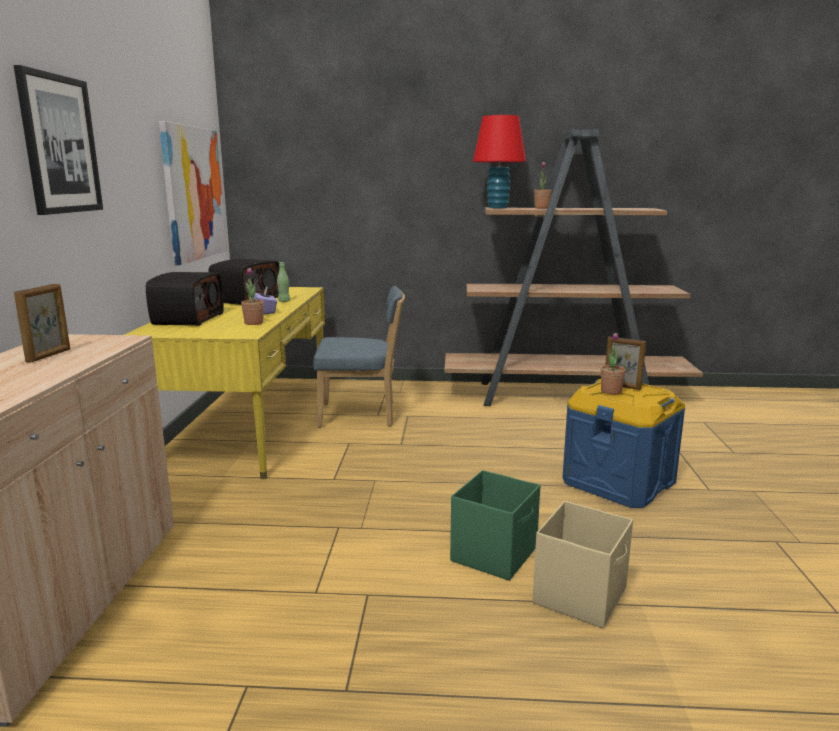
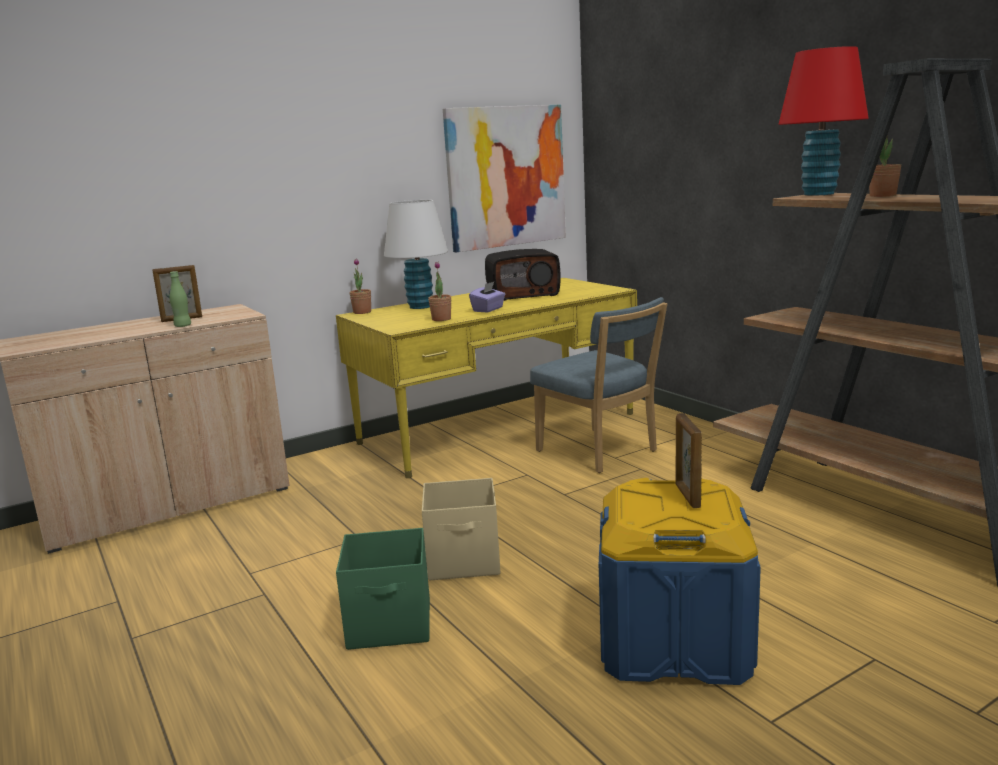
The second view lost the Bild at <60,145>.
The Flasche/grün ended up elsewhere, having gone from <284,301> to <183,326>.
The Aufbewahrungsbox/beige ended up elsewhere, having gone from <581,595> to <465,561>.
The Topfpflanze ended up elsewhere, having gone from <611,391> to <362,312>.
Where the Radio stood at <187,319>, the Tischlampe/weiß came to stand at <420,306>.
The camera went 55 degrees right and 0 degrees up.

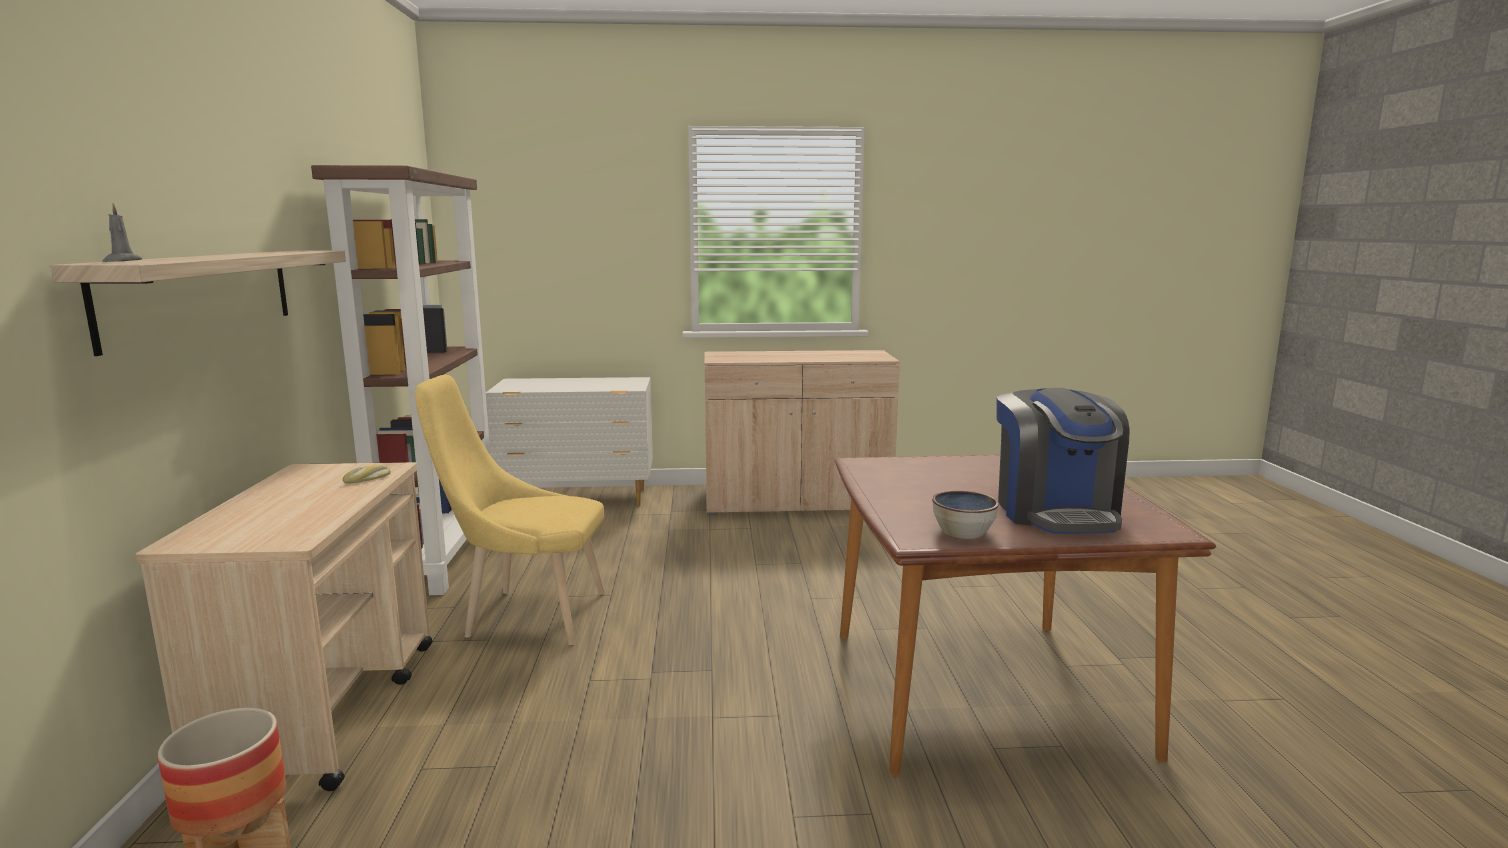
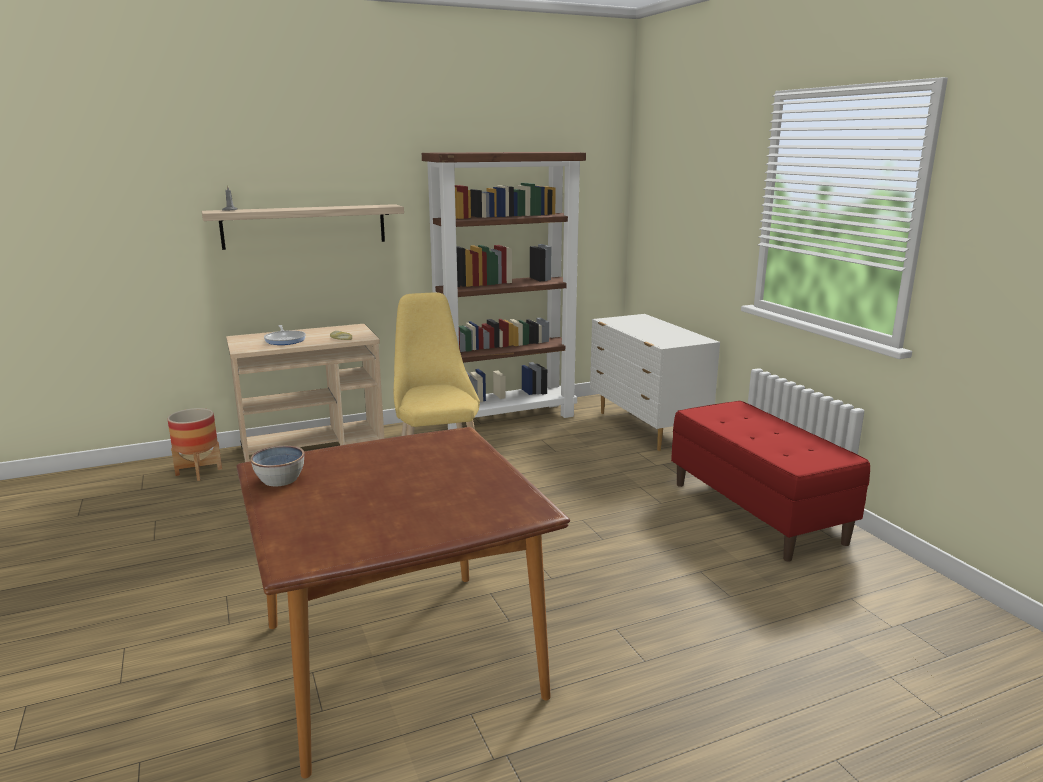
The second view lost the Kaffeemaschine at <1055,512>.
The second view gained the Pfanne at <285,340>.
Where the Schrank/beige stood at <796,502>, the Bank/rot came to stand at <757,512>.
The camera went 70 degrees right and 5 degrees up.

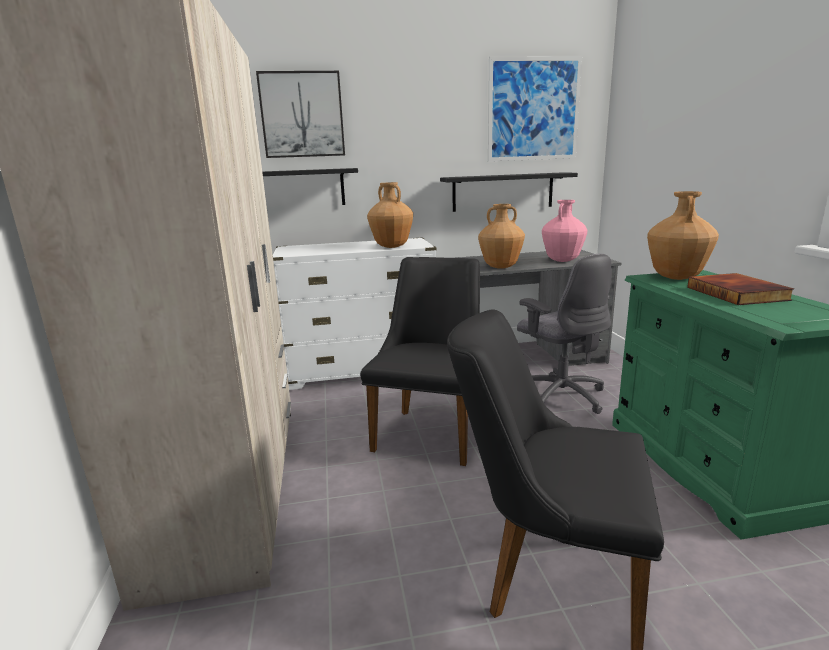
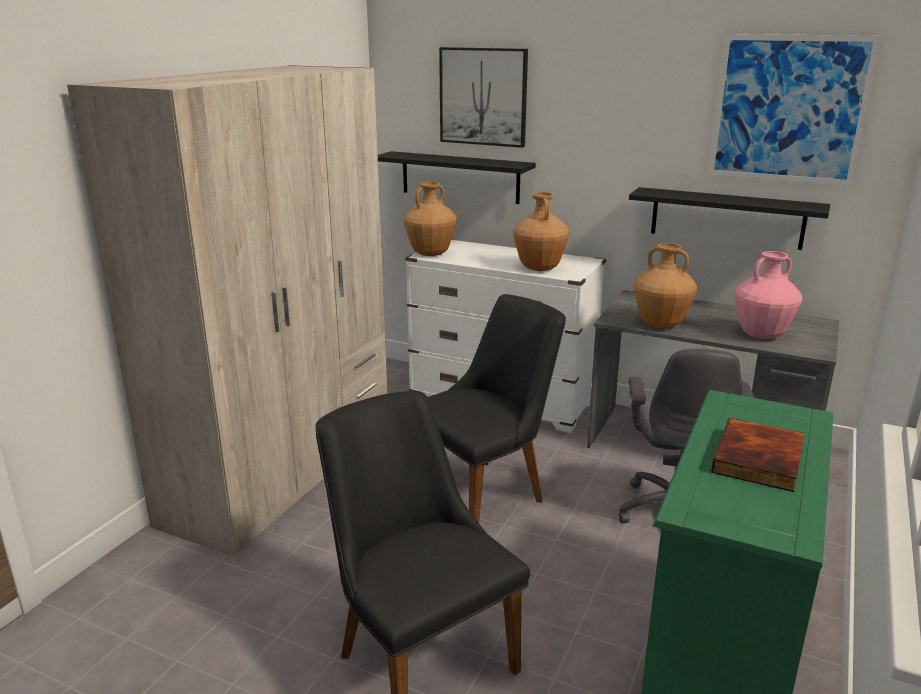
The Vase/braun ended up elsewhere, having gone from <676,277> to <431,254>.
The camera went 35 degrees right and 5 degrees up.

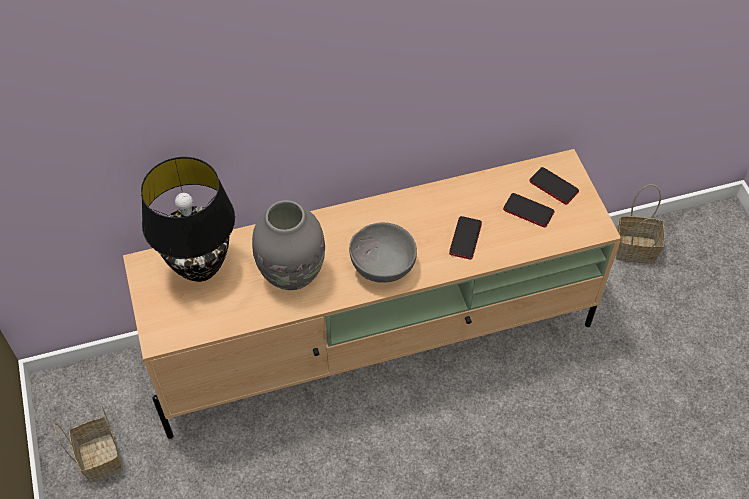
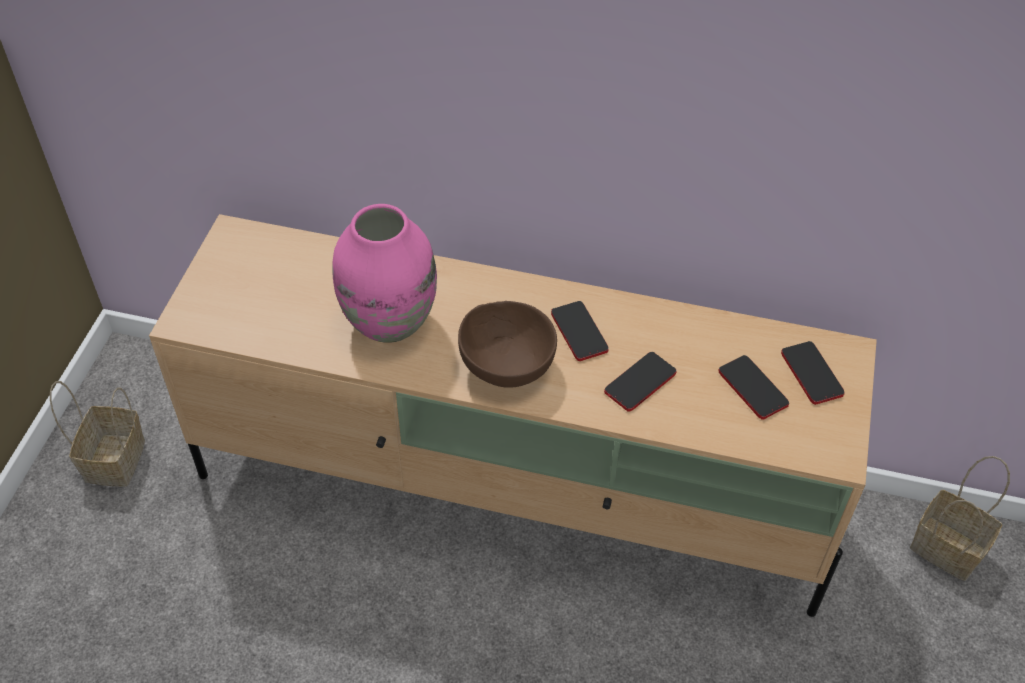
The second view lost the Tischlampe/schwarz at <201,266>.
The second view gained the Handy at <579,332>.
What was the Vase/grau at <292,274> turned into the Vase/rosa at <389,323>.
What was the Schüssel/grau at <381,265> turned into the Schüssel/braun at <506,363>.
The camera went 30 degrees right and 5 degrees down.

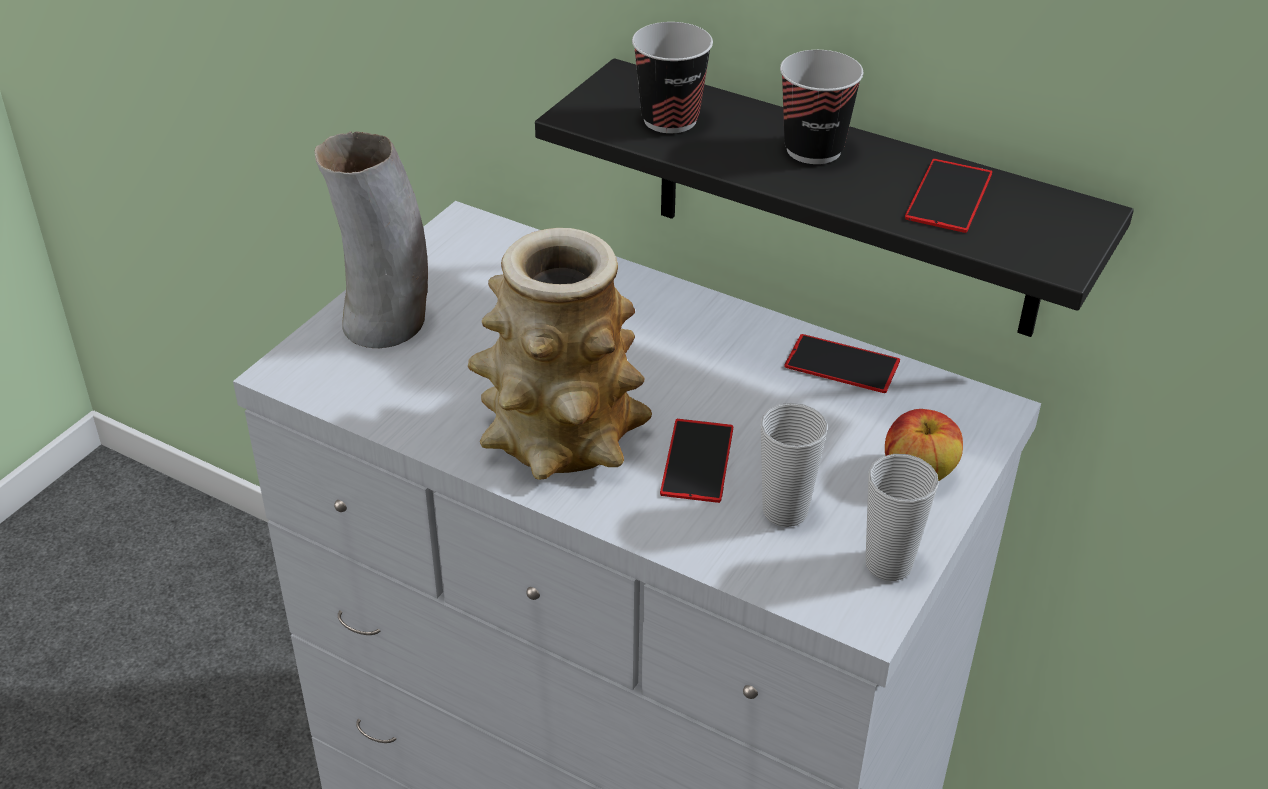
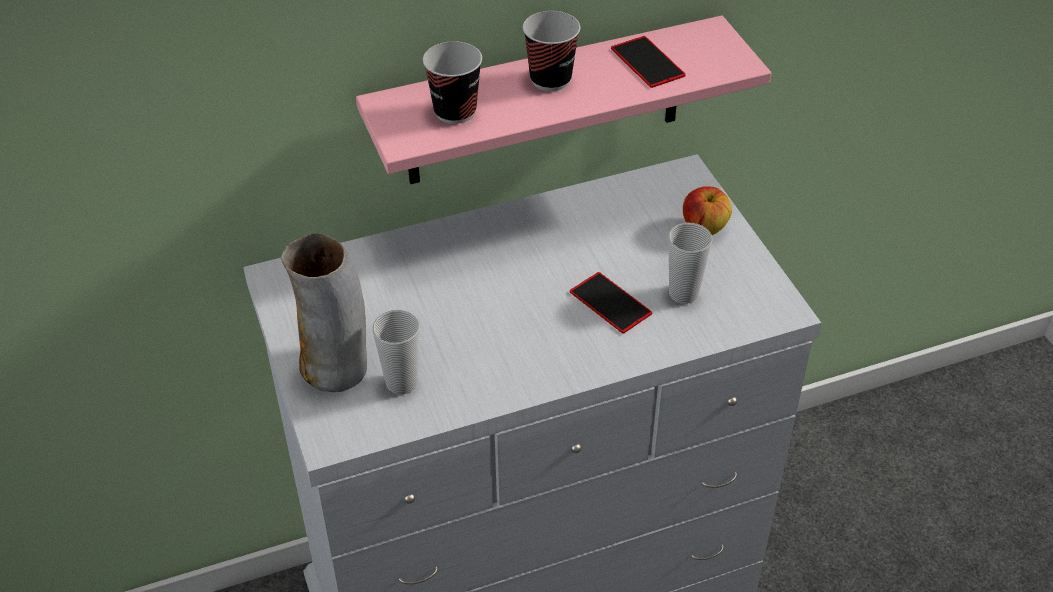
The second view lost the Vase at <560,437>.
The second view lost the Handy at <842,364>.
The Tasse ended up elsewhere, having gone from <888,564> to <401,382>.
What was the Wandregal/schwarz at <847,201> turned into the Wandregal/rosa at <545,103>.
The camera went 50 degrees left and 5 degrees up.

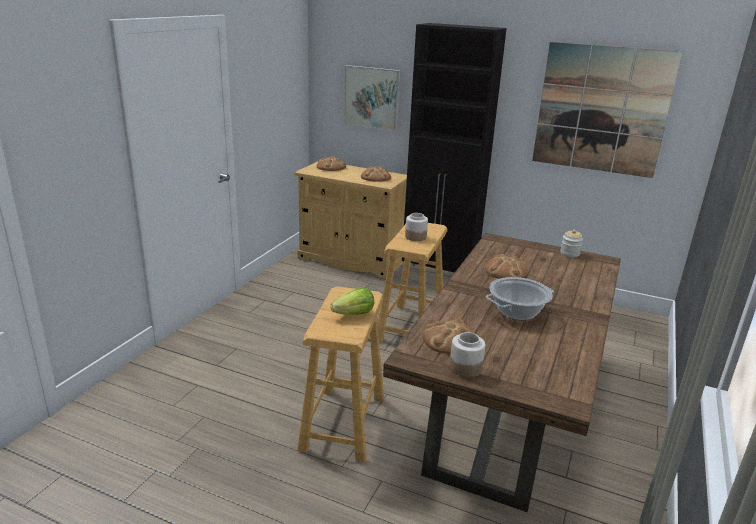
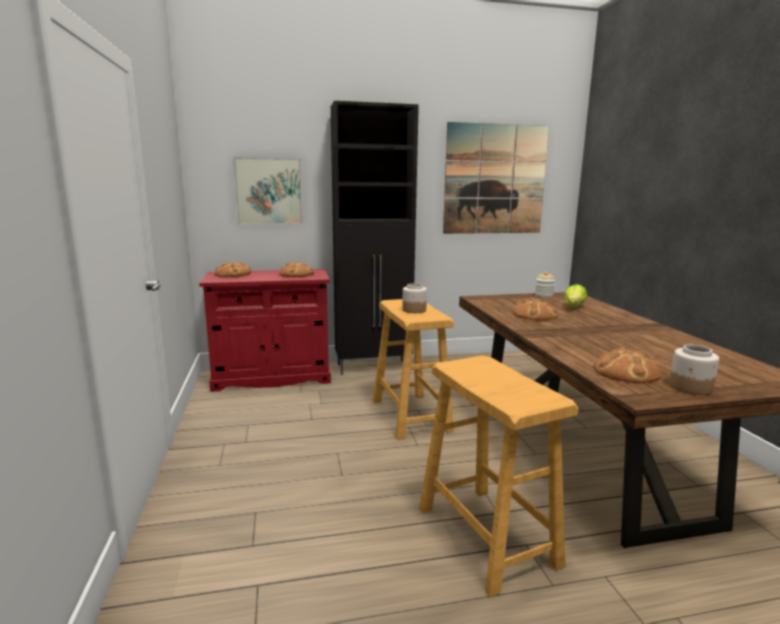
The second view lost the Kochtopf at <517,312>.
The Salatkopf ended up elsewhere, having gone from <354,314> to <574,307>.
What was the Schrank/beige at <351,260> turned into the Schrank/rot at <272,377>.
The camera went 35 degrees left and 10 degrees down.

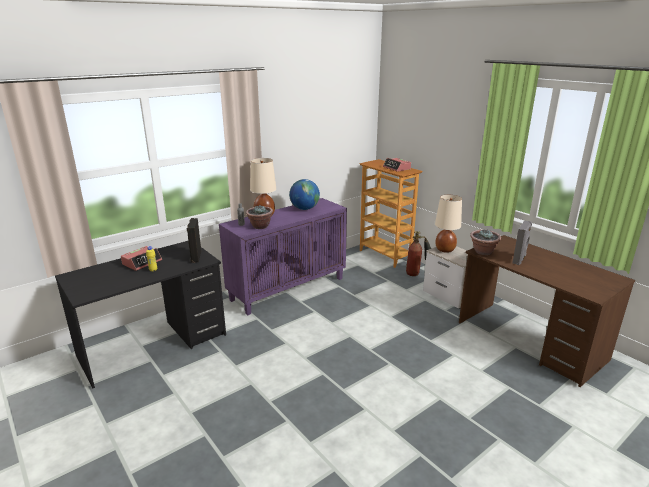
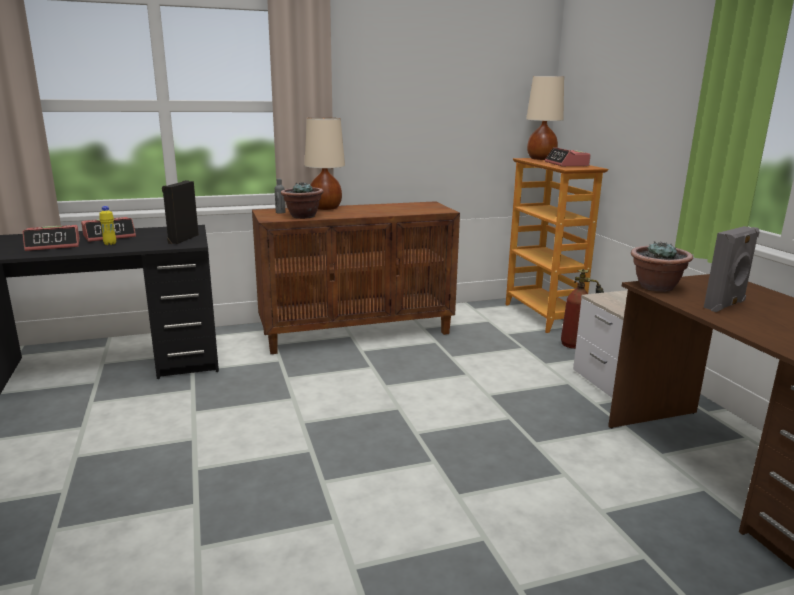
The second view lost the Globus at <304,209>.
The second view gained the Wecker at <53,245>.
The Tischlampe/beige ended up elsewhere, having gone from <444,250> to <541,159>.
What was the Schrank/lila at <288,288> turned into the Schrank/braun at <357,333>.
The camera went 20 degrees right and 5 degrees down.

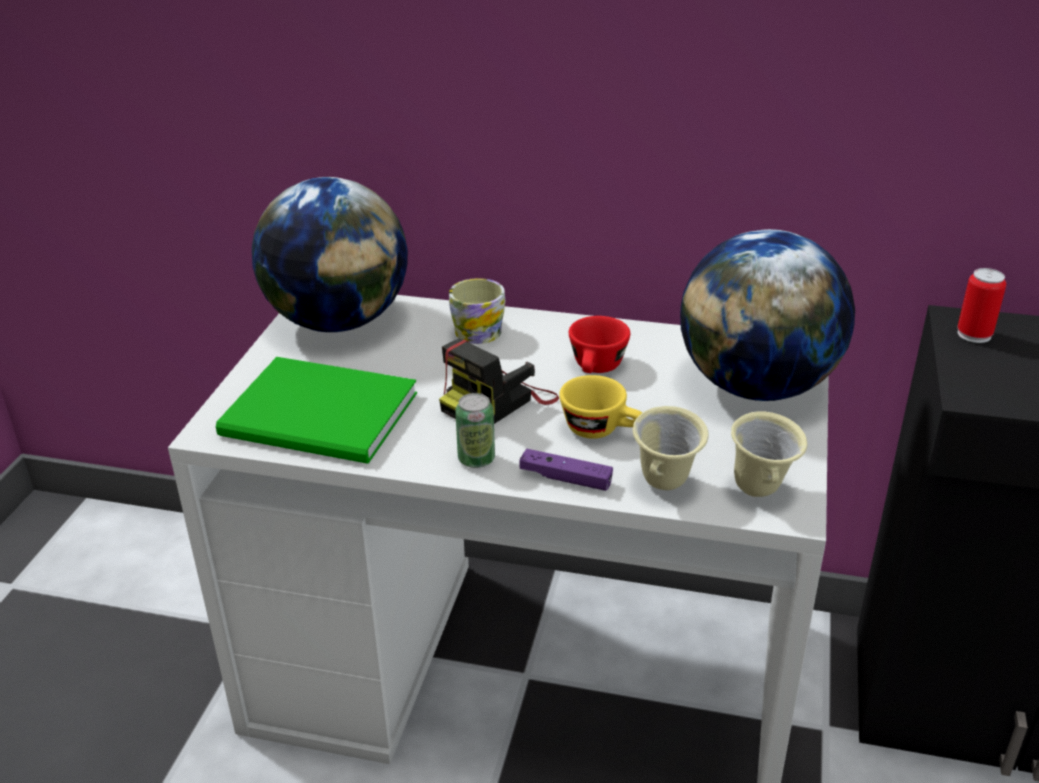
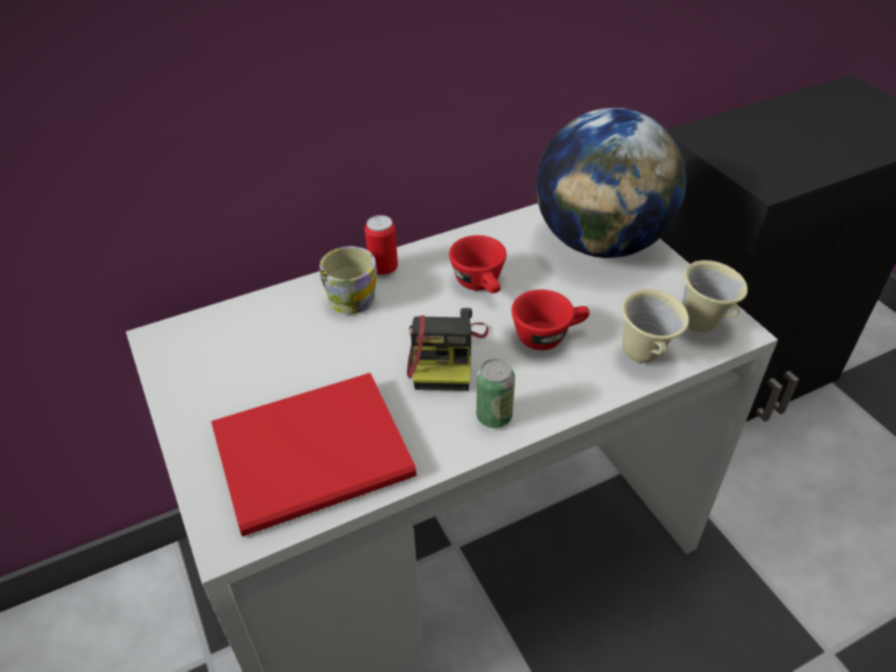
The second view lost the Globus at <338,321>.
The second view lost the Gamepad/lila at <565,478>.
The Dose ended up elsewhere, having gone from <974,334> to <383,269>.
What was the Buch/grün at <323,418> turned into the Buch/rot at <319,456>.
What was the Tasse/gelb at <601,430> turned into the Tasse/rot at <548,335>.
The camera went 40 degrees left and 10 degrees up.

